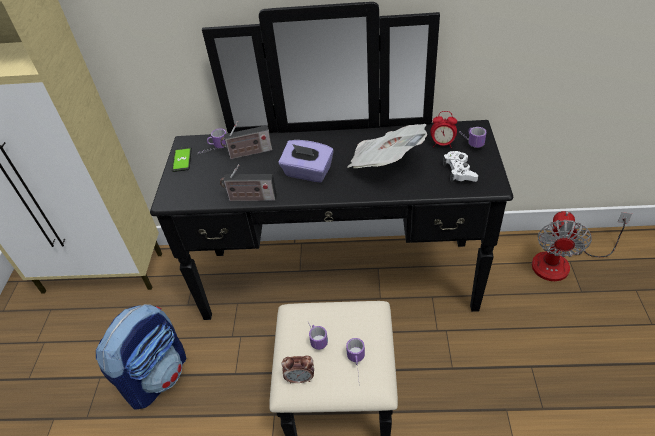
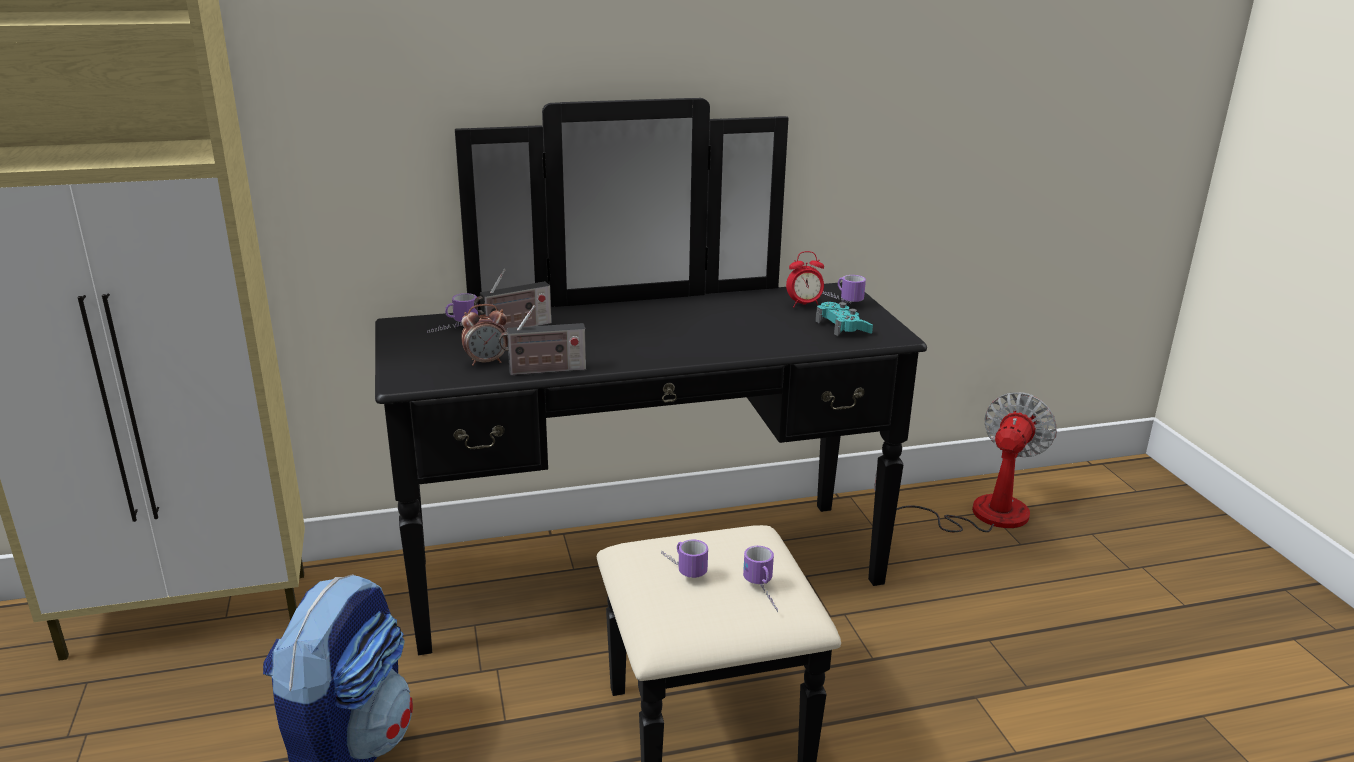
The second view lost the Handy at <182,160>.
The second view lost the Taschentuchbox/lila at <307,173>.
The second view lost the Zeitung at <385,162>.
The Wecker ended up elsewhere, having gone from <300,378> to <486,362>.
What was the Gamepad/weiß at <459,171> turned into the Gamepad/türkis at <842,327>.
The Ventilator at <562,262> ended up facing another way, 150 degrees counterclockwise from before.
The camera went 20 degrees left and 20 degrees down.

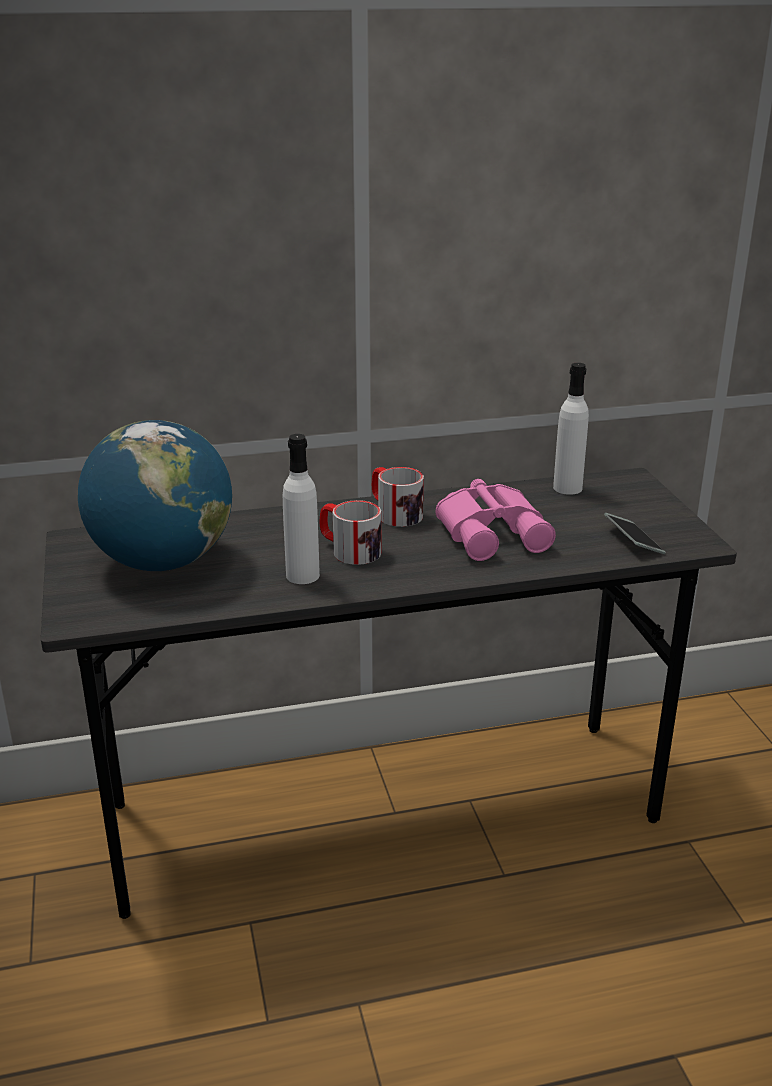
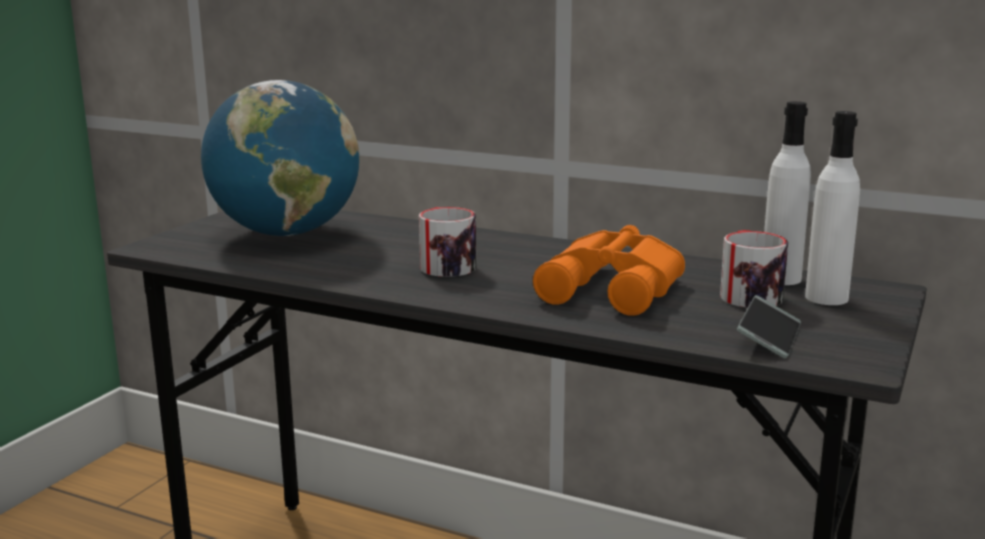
The Flasche/weiß ended up elsewhere, having gone from <302,575> to <826,298>.
The Henkelbecher ended up elsewhere, having gone from <394,513> to <748,293>.
What was the Fernglas/rosa at <493,532> turned into the Fernglas/orange at <615,288>.
The camera went 40 degrees right and 10 degrees down.

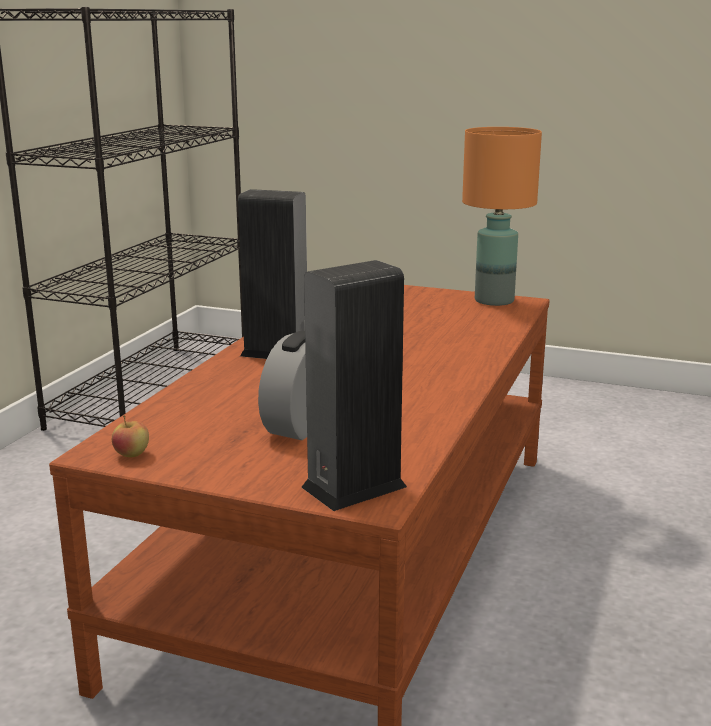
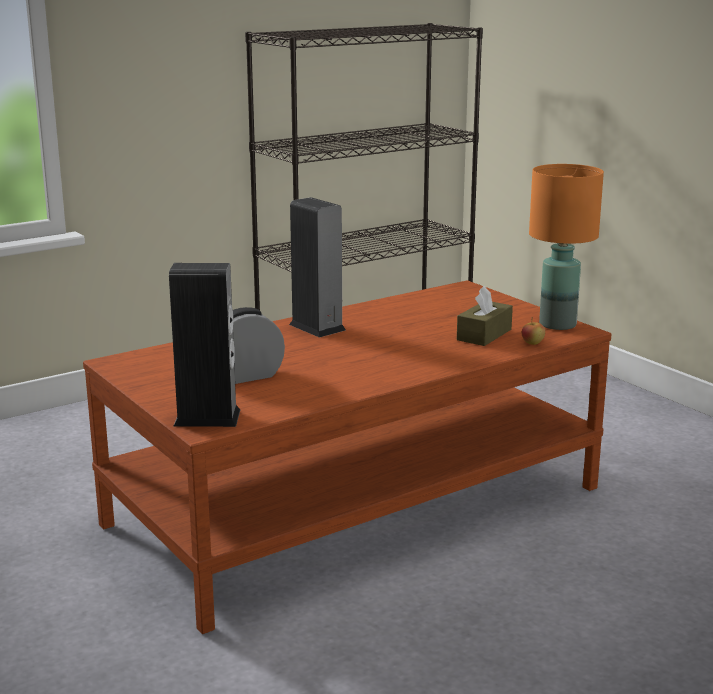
The second view gained the Taschentuchbox/braun at <484,335>.
The Apfel ended up elsewhere, having gone from <131,454> to <532,343>.
The camera went 35 degrees right and 0 degrees up.

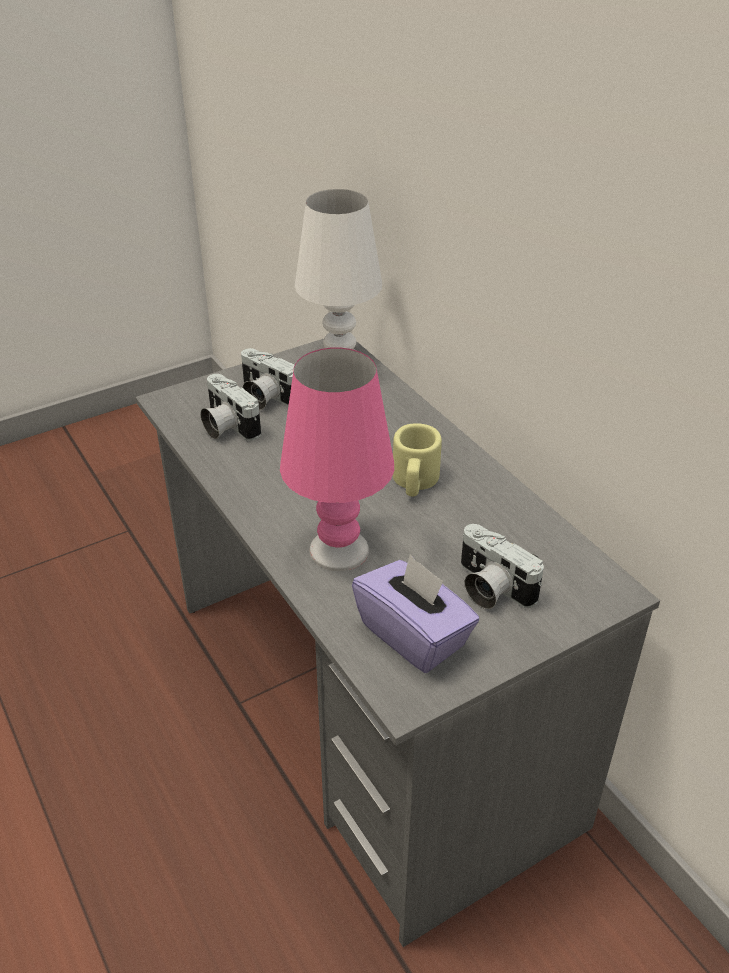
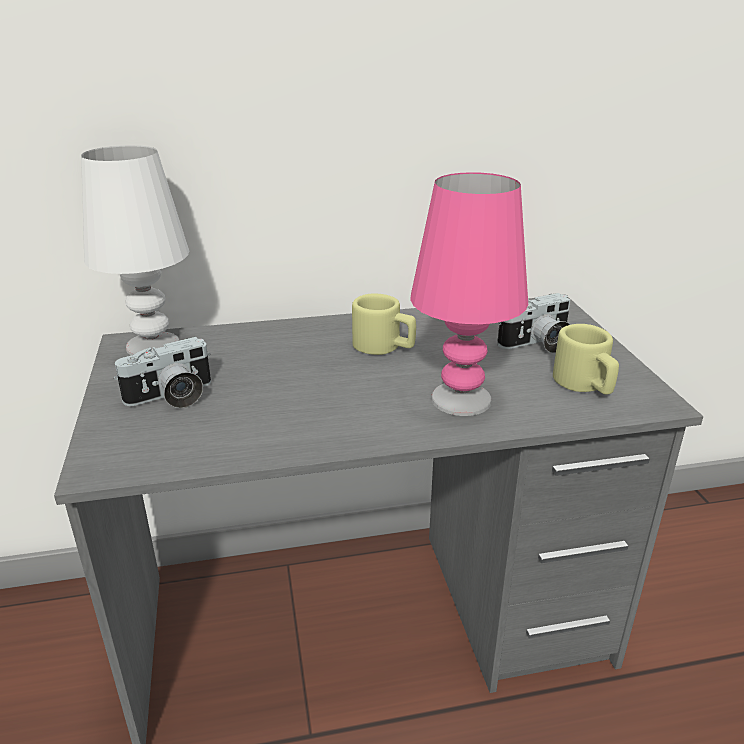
The second view lost the Kamera at <226,426>.
Where the Taschentuchbox/lila stood at <414,635>, the Henkelbecher/beige came to stand at <585,385>.
The camera went 70 degrees left and 10 degrees down.

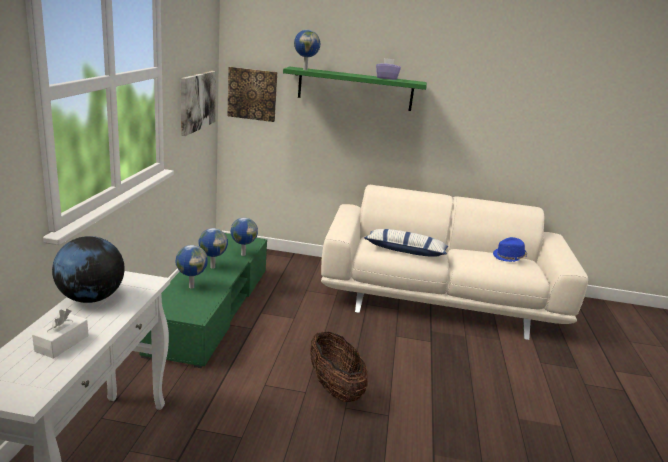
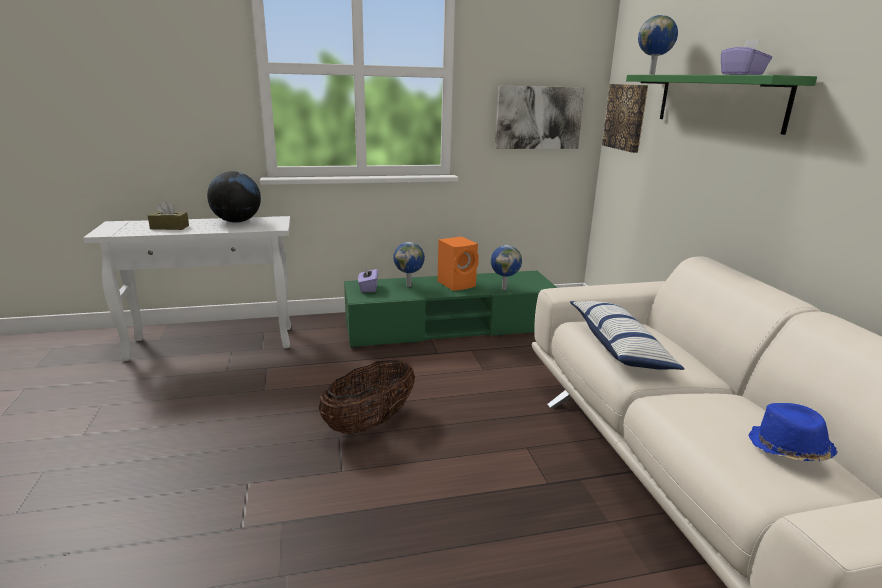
The second view gained the Taschentuchbox/lila at <368,288>.
Where the Globus stood at <212,267>, the Lautsprecher/orange came to stand at <457,284>.
What was the Taschentuchbox/weiß at <62,343> turned into the Taschentuchbox/braun at <169,227>.
The camera went 70 degrees right and 0 degrees up.

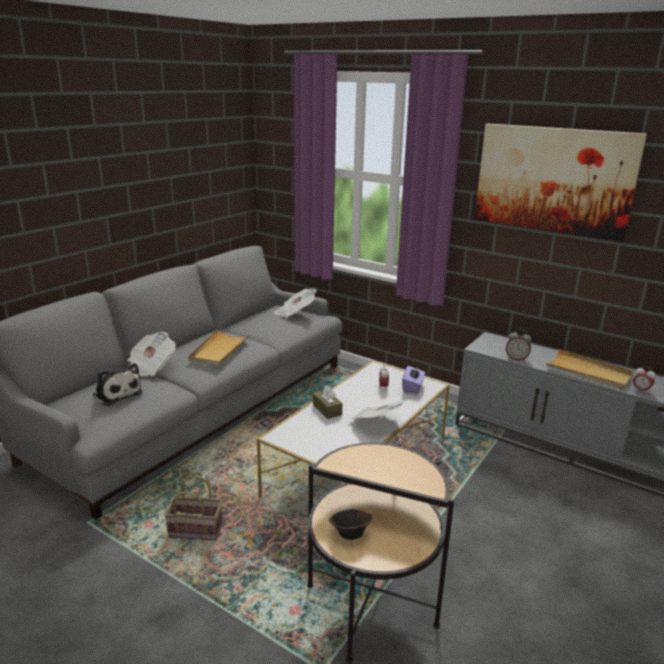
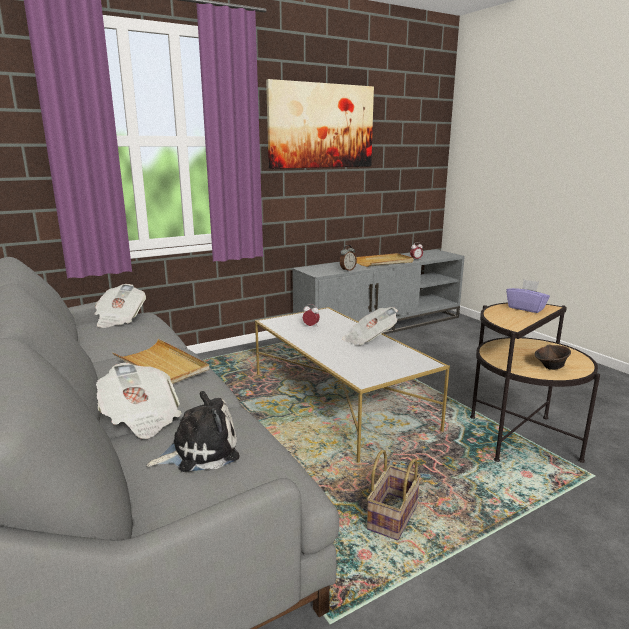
The second view lost the Taschentuchbox/braun at <327,410>.
The Taschentuchbox/lila ended up elsewhere, having gone from <413,387> to <526,308>.
The camera went 65 degrees left and 5 degrees down.

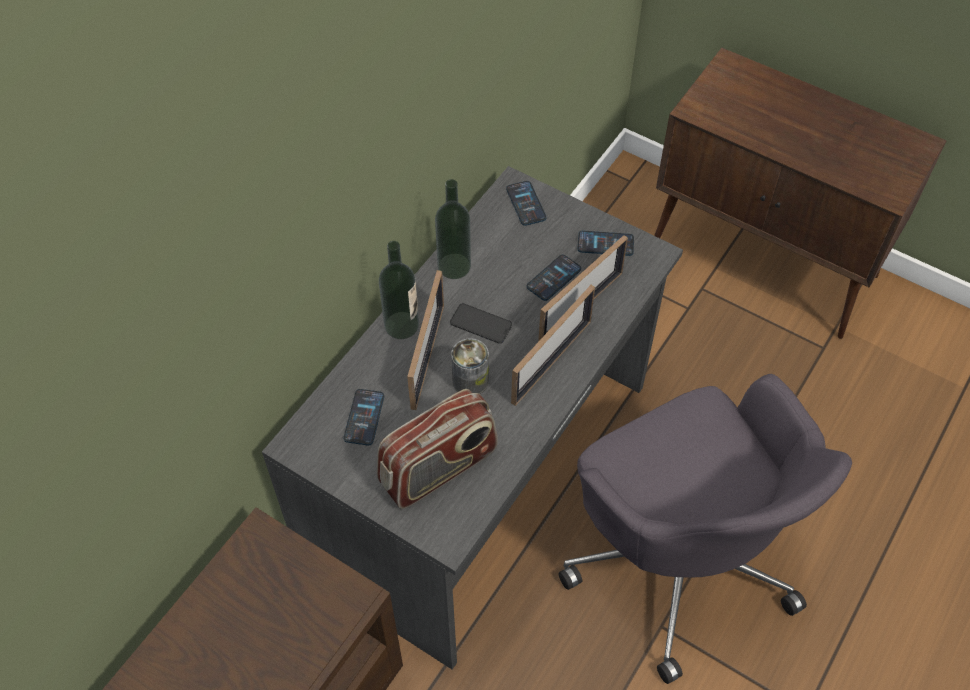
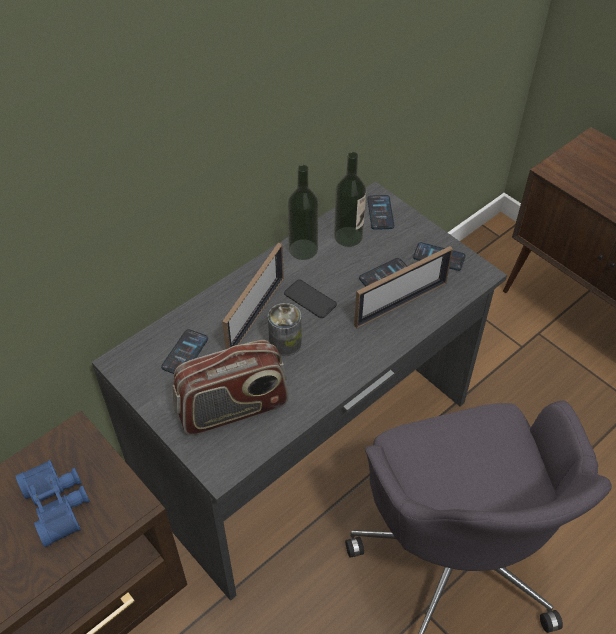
The second view lost the Bilderrahmen at <551,361>.
The second view gained the Fernglas/blau at <59,504>.
The Flasche ended up elsewhere, having gone from <401,325> to <348,236>.
The camera went 15 degrees right and 5 degrees down.

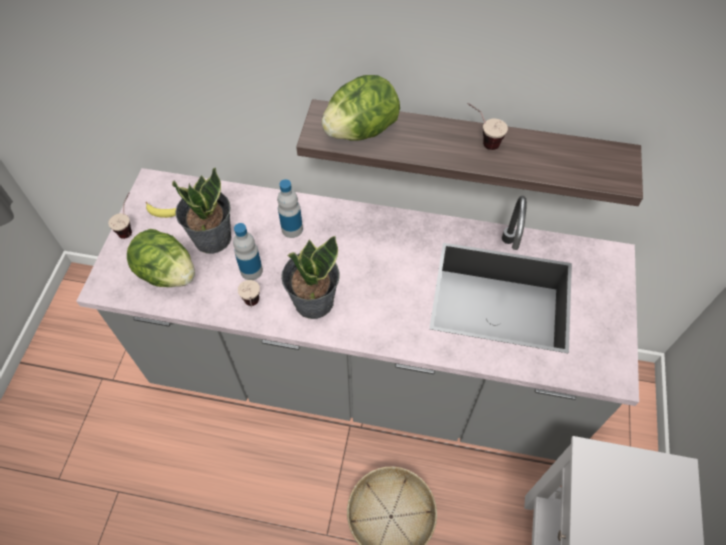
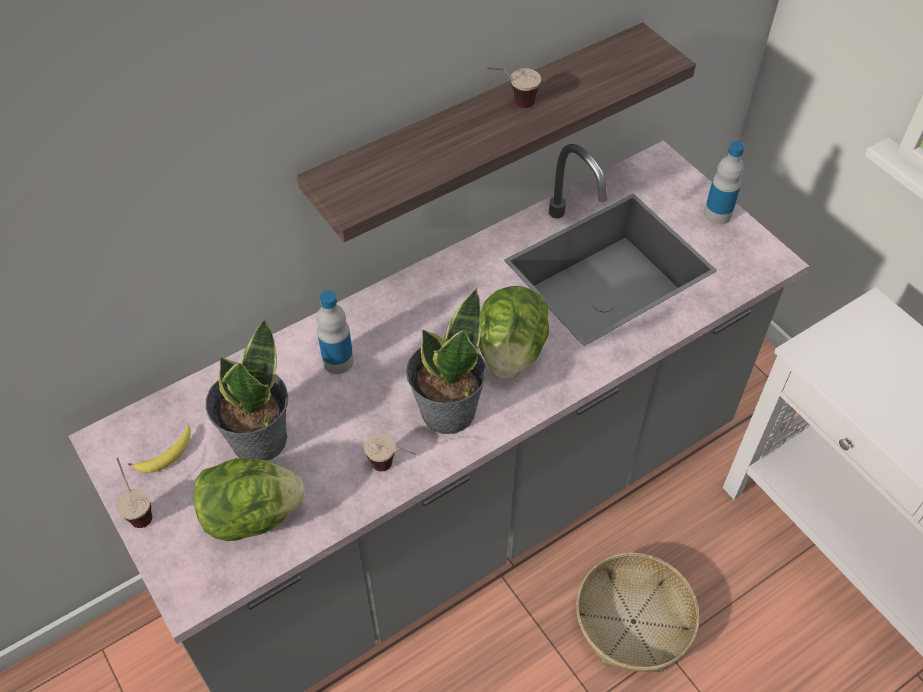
The Flasche ended up elsewhere, having gone from <251,270> to <717,214>.
The Salatkopf ended up elsewhere, having gone from <361,130> to <511,352>.
The camera went 45 degrees left and 5 degrees down.

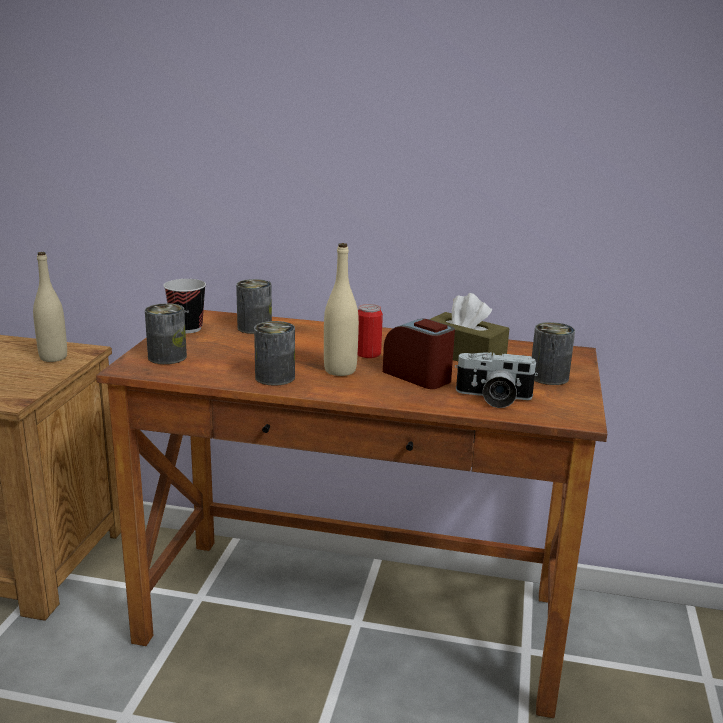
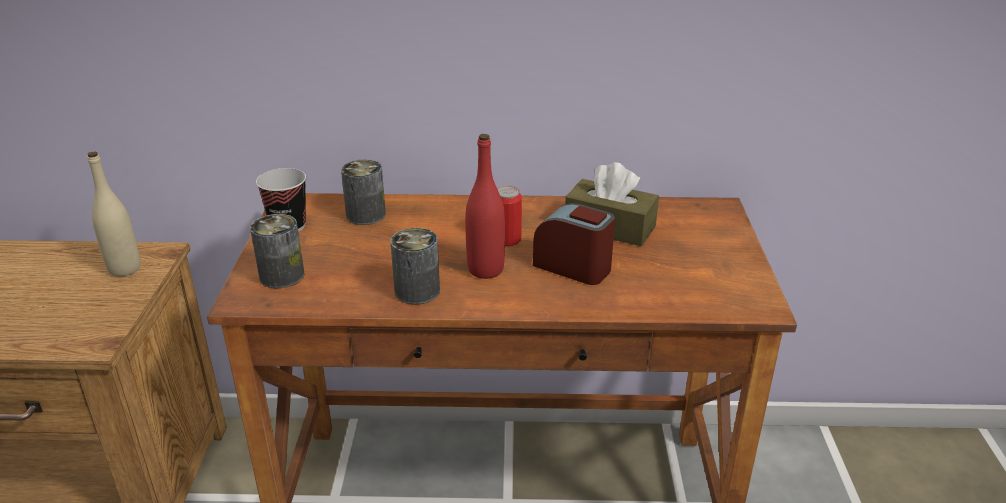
The second view lost the Kamera at <493,398>.
The second view lost the Dose at <549,377>.
What was the Flasche/beige at <340,370> turned into the Flasche/rot at <485,270>.
The camera went 10 degrees left and 10 degrees up.

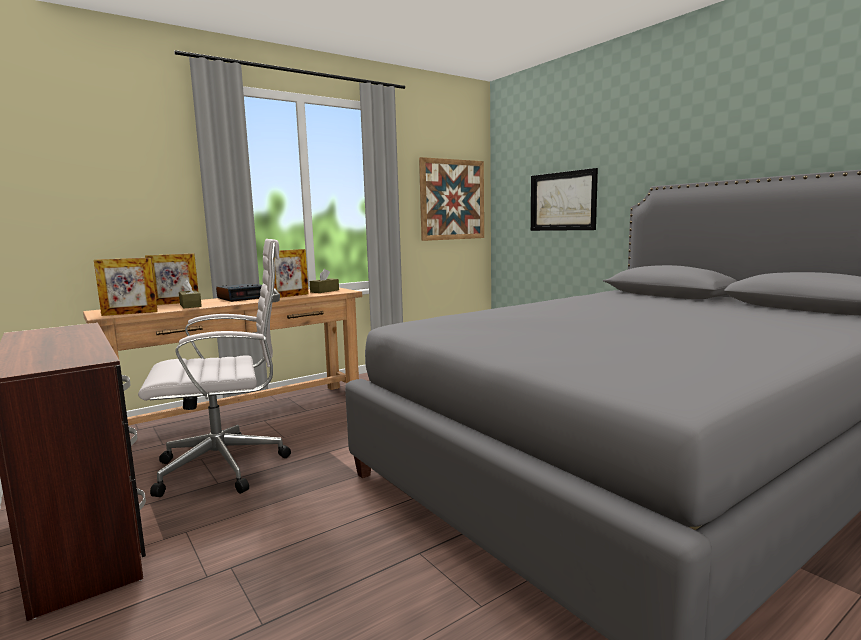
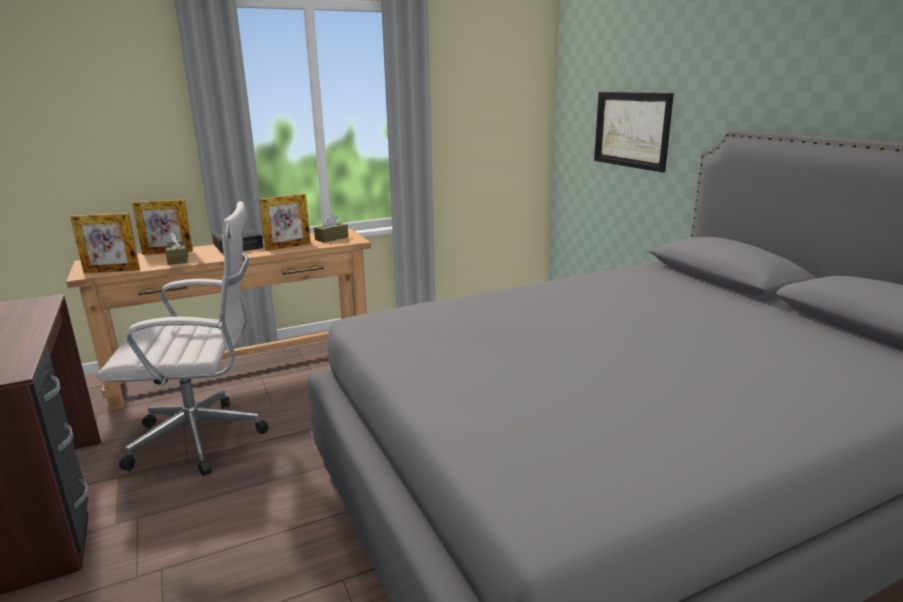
The second view lost the Bild at <452,200>.
The camera went 10 degrees right and 10 degrees up.

